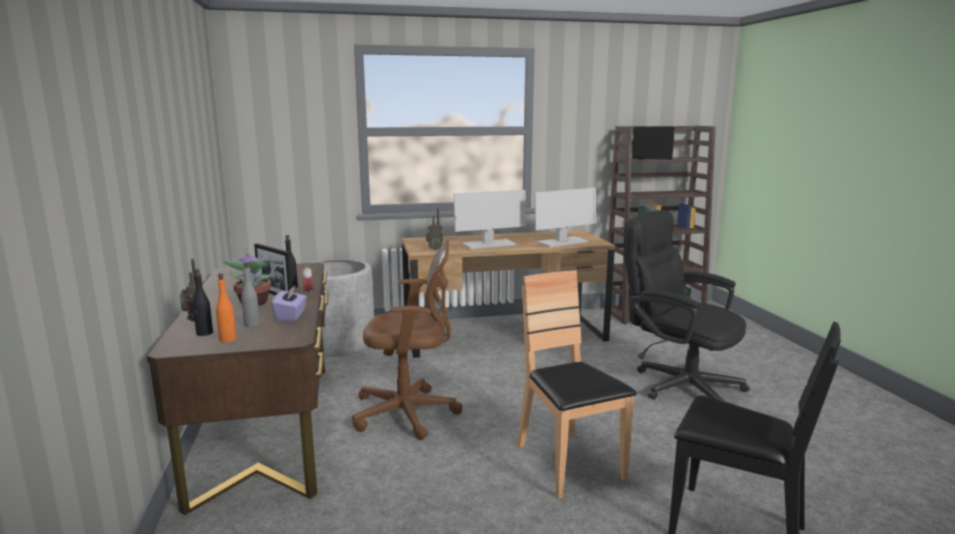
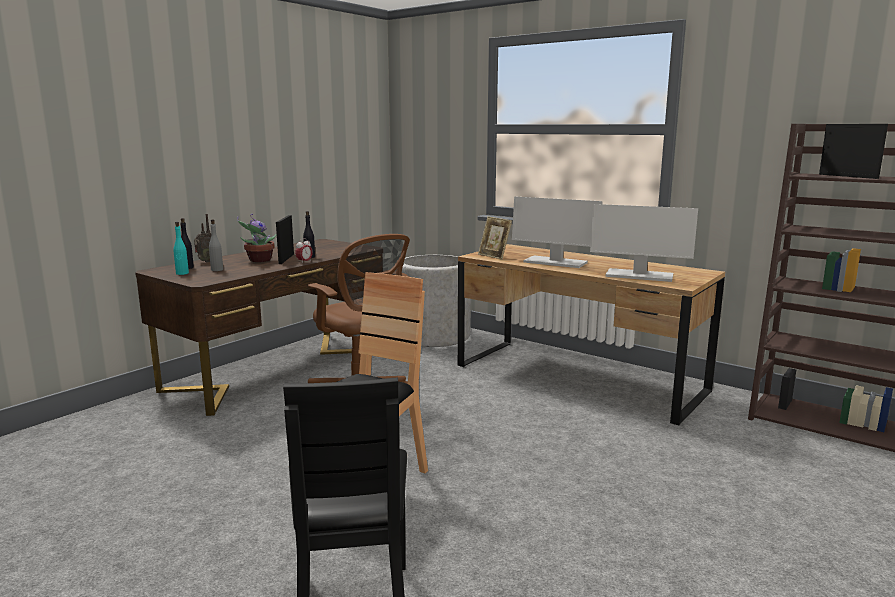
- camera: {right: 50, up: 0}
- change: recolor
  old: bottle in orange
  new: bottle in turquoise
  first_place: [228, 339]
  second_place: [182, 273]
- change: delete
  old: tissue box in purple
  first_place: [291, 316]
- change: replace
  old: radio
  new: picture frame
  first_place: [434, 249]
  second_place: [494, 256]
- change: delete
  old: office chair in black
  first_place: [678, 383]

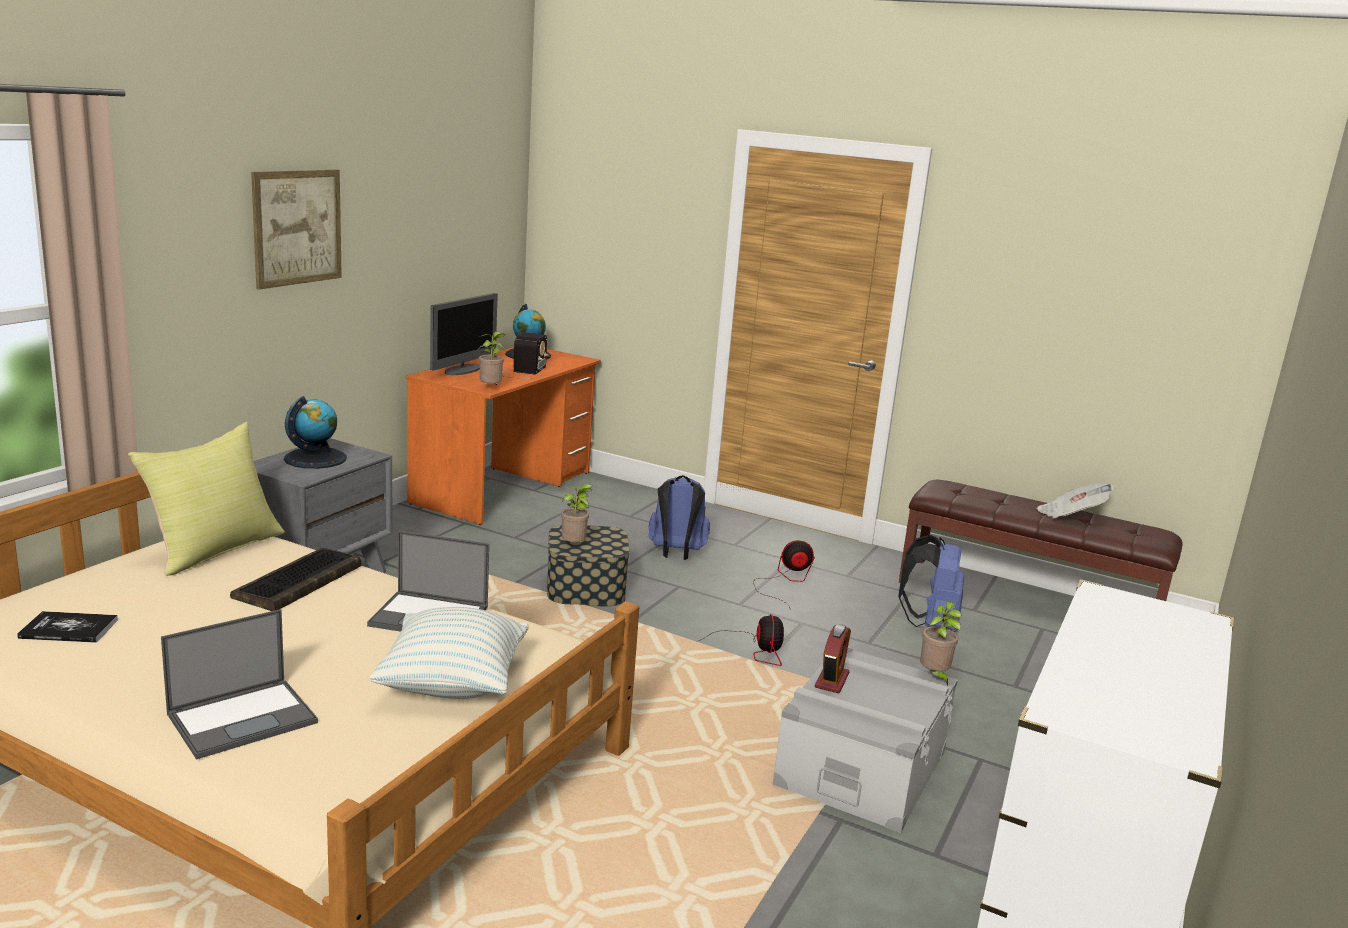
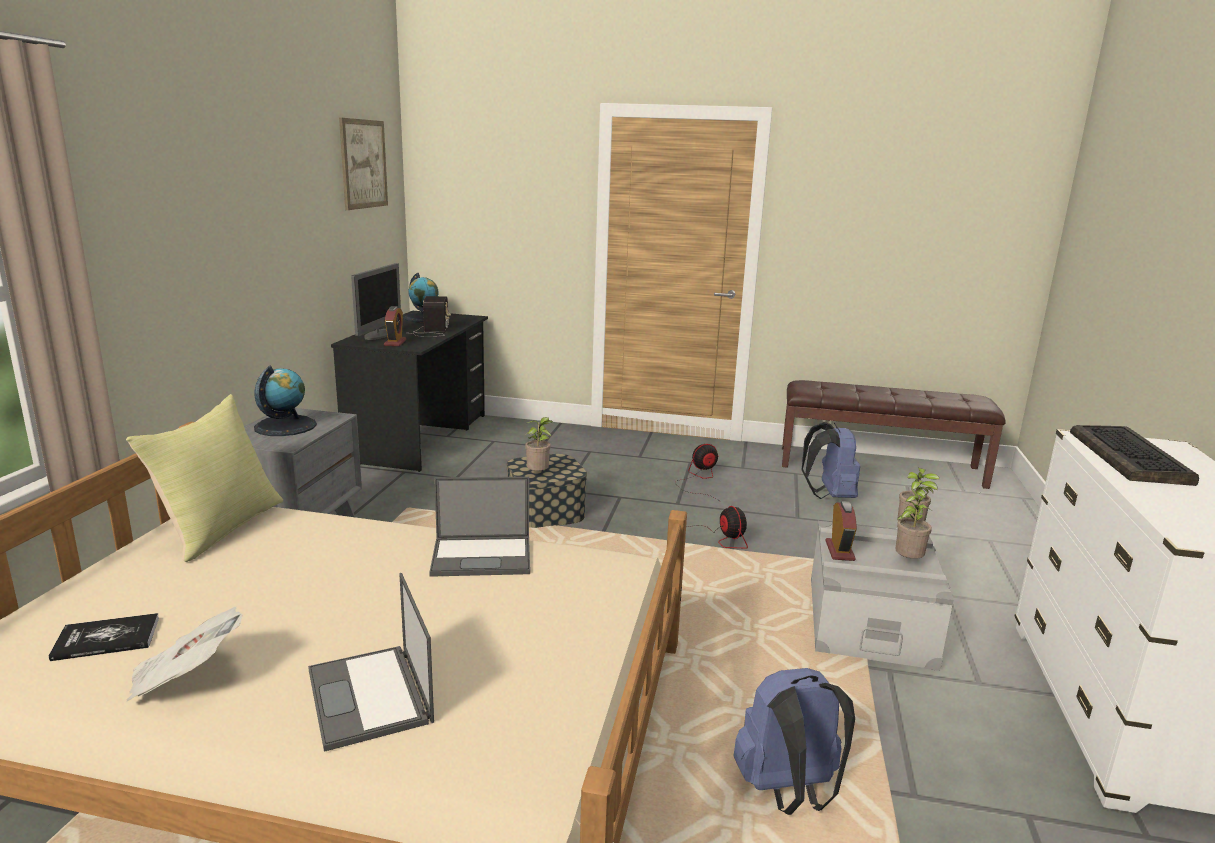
- camera: {right: -15, up: 0}
- change: rotate
  old: laptop
  first_place: [244, 717]
  second_place: [370, 697]
  degrees: 120
- change: move
  old: keyboard
  first_place: [298, 582]
  second_place: [1130, 458]
- change: move
  old: picture
  first_place: [297, 227]
  second_place: [363, 164]
- change: delete
  old: pillow
  first_place: [452, 684]
- change: recolor
  old: desk in orange
  new: desk in black
  first_place: [504, 487]
  second_place: [420, 437]
- change: move
  old: potted plant
  first_place: [491, 389]
  second_place: [907, 561]
- change: move
  old: backpack in blue
  first_place: [676, 553]
  second_place: [788, 793]
- change: move
  old: newspaper
  first_place: [1071, 516]
  second_place: [186, 678]
- change: insert
  new: alarm clock
  second_place: [395, 343]

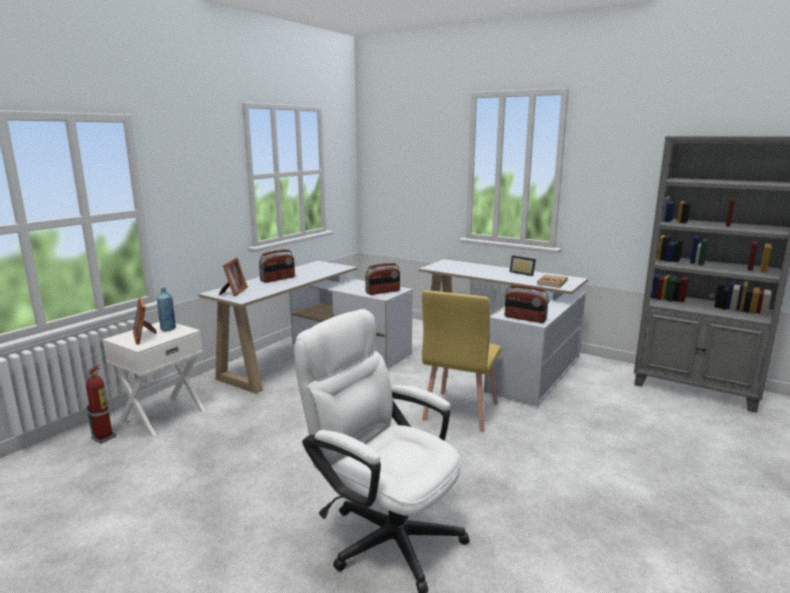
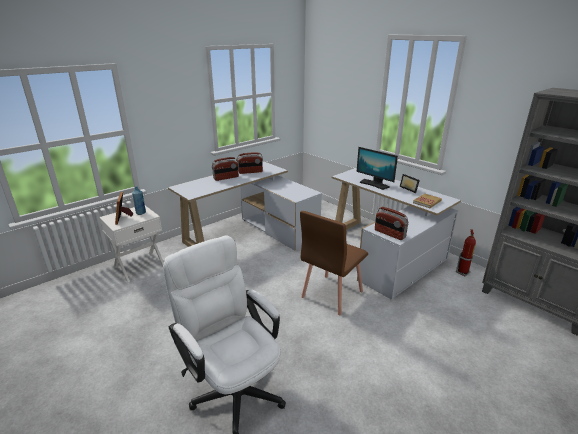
- camera: {right: 15, up: 10}
- change: move
  old: fire extinguisher
  first_place: [104, 437]
  second_place: [463, 272]
- change: delete
  old: picture frame
  first_place: [233, 292]
- change: move
  old: radio
  first_place: [383, 292]
  second_place: [250, 172]
- change: recolor
  old: chair in yellow
  new: chair in brown
  first_place: [460, 411]
  second_place: [331, 294]
- change: insert
  new: monitor
  second_place: [374, 184]

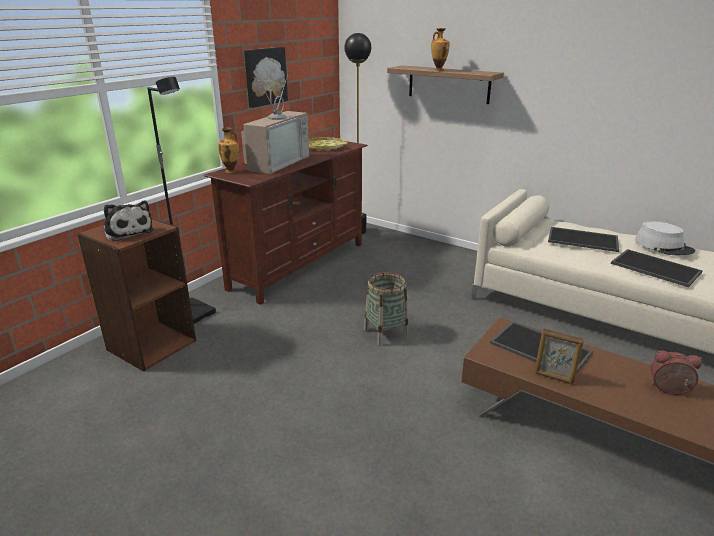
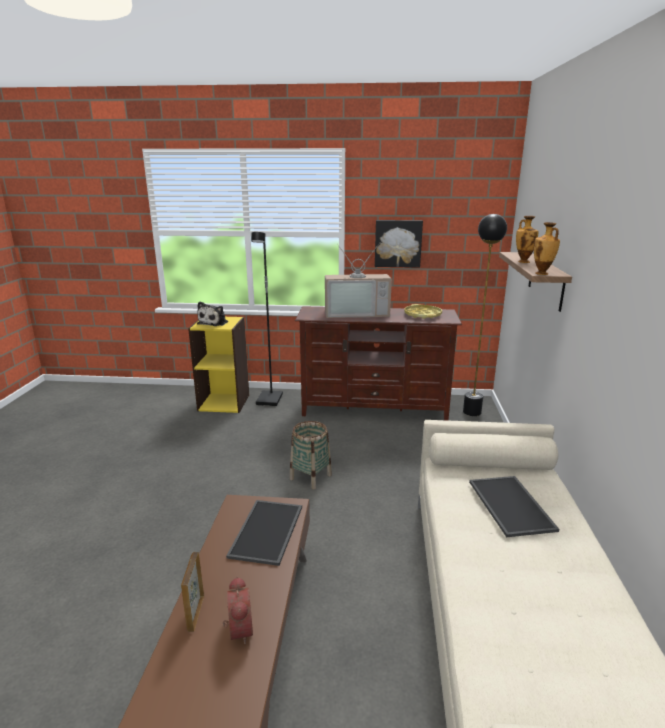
- camera: {right: 60, up: -5}
- change: recolor
  old: bookcase in brown
  new: bookcase in yellow
  first_place: [151, 345]
  second_place: [224, 402]
- change: move
  old: vase
  first_place: [231, 171]
  second_place: [542, 274]
- change: move
  old: picture frame
  first_place: [553, 378]
  second_place: [195, 613]
- change: delete
  old: tray
  first_place: [654, 268]
- change: delete
  old: hat in grey
  first_place: [663, 246]

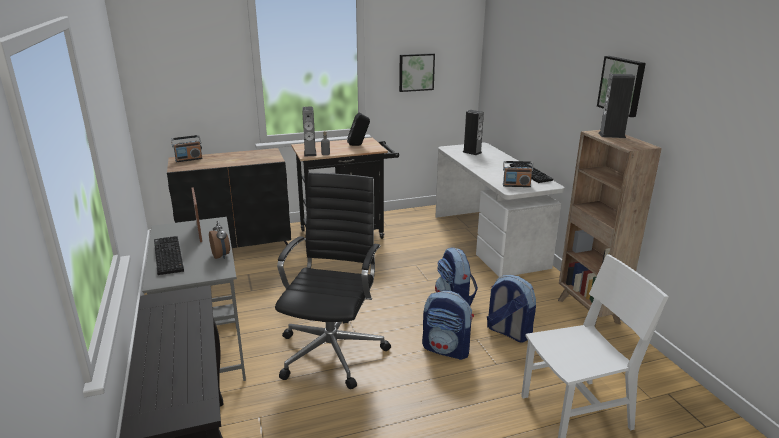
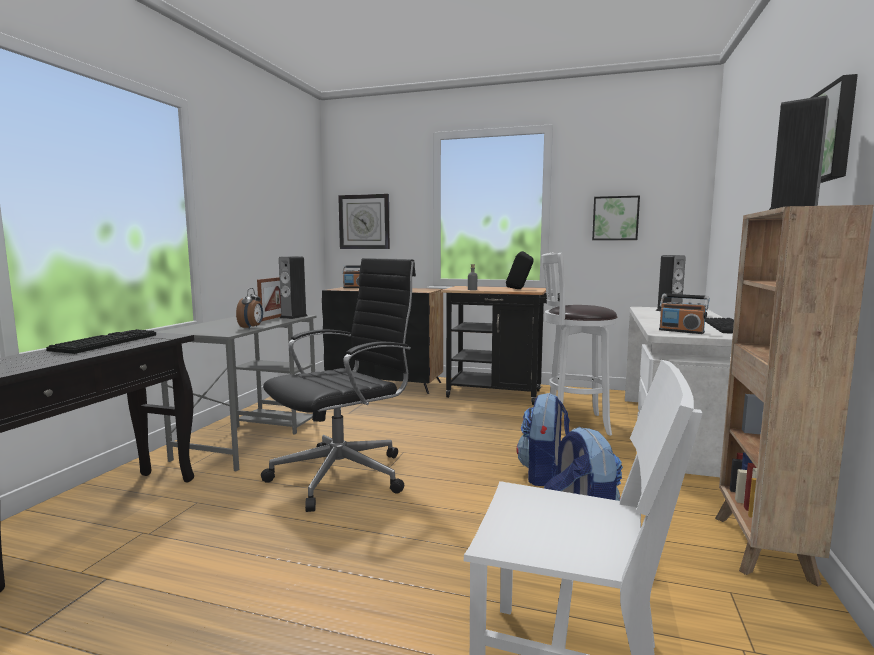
- camera: {right: 35, up: -15}
- change: move
  old: keyboard
  first_place: [167, 256]
  second_place: [105, 342]
- change: move
  old: speaker
  first_place: [310, 153]
  second_place: [294, 317]
- change: delete
  old: backpack
  first_place: [446, 349]
- change: insert
  new: wall clock
  second_place: [364, 222]
- change: insert
  new: stool in white
  second_place: [572, 423]

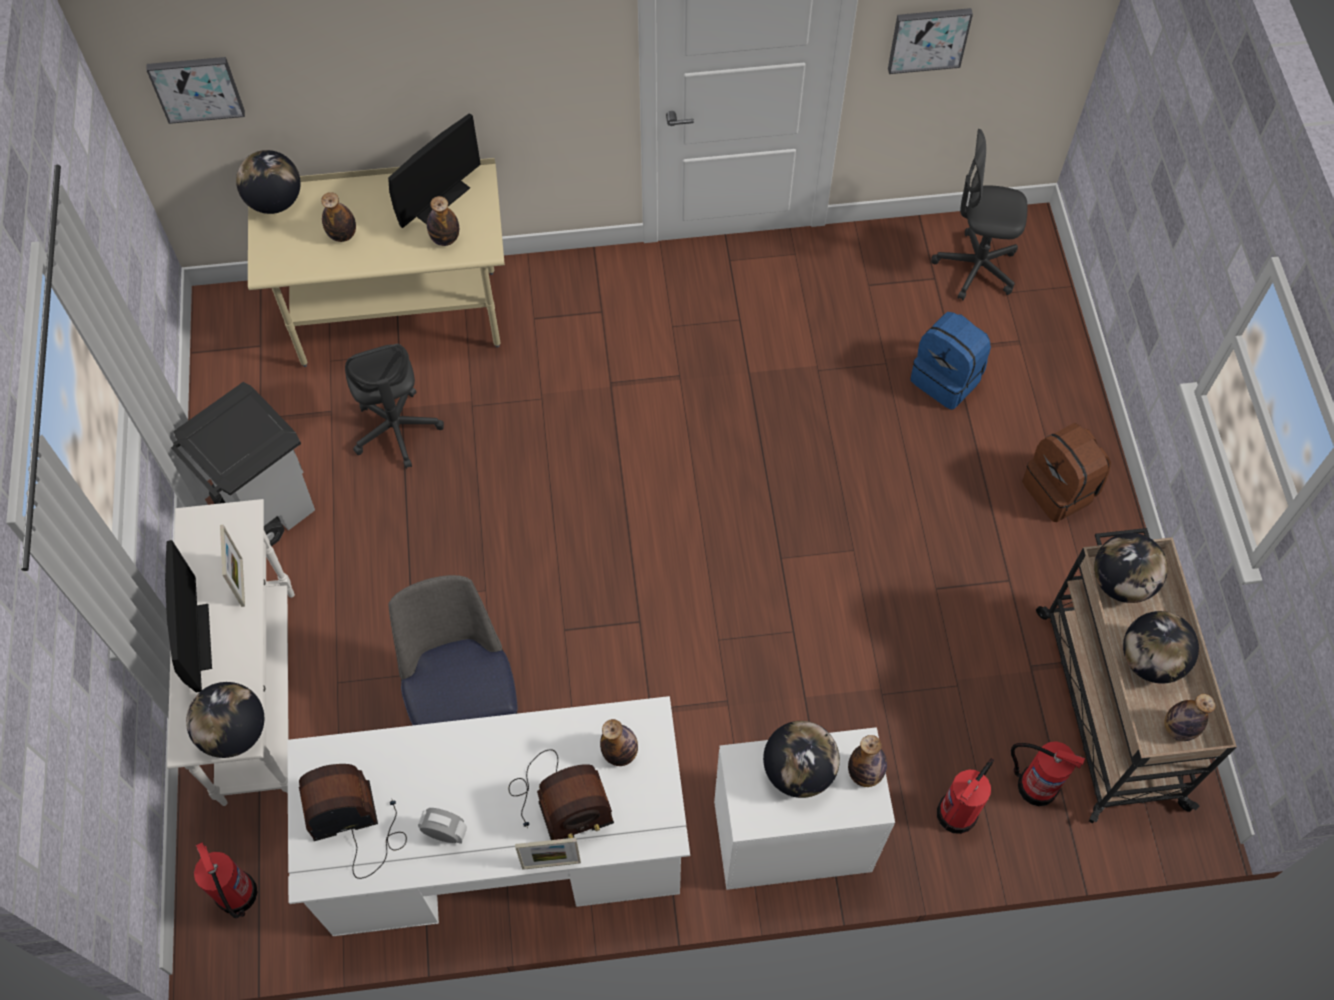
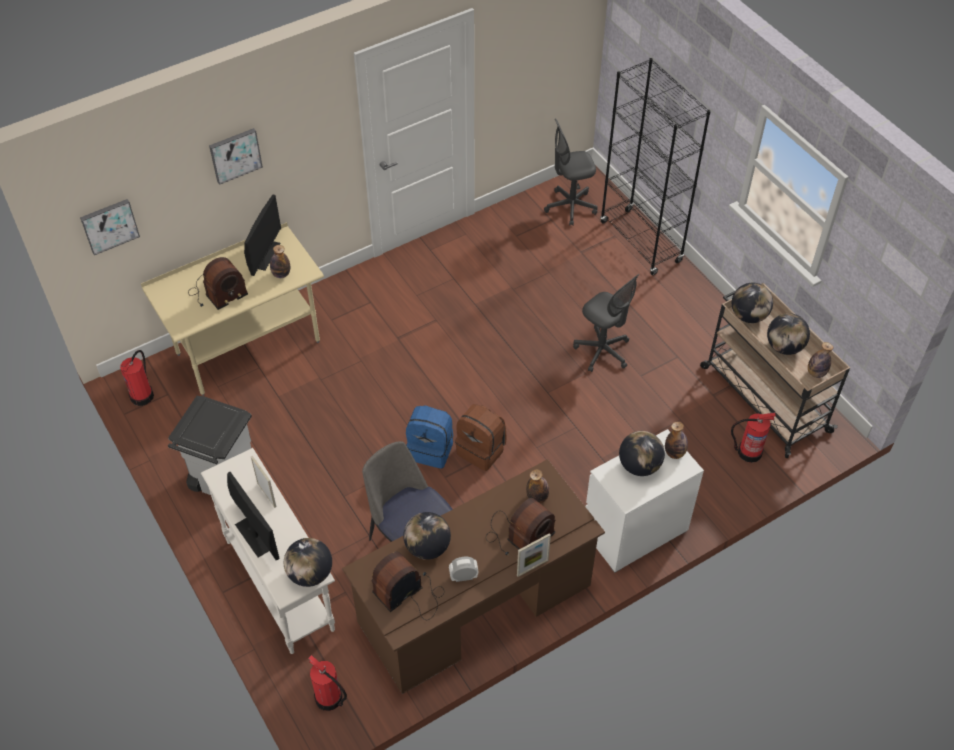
- camera: {right: -25, up: -10}
- change: move
  old: globe
  first_place: [275, 201]
  second_place: [427, 547]
- change: recolor
  old: desk in white
  new: desk in brown
  first_place: [503, 847]
  second_place: [475, 605]
- change: replace
  old: bottle
  new: radio
  first_place: [342, 234]
  second_place: [217, 293]
- change: move
  old: office chair in grey
  first_place: [397, 430]
  second_place: [602, 351]
- change: move
  old: picture
  first_place: [928, 38]
  second_place: [235, 155]
- change: move
  old: backpack in blue
  first_place: [947, 379]
  second_place: [431, 449]
- change: move
  old: fire extinguisher
  first_place: [958, 812]
  second_place: [142, 395]
- change: move
  old: backpack in brown
  first_place: [1060, 490]
  second_place: [482, 450]
- change: insert
  new: bookcase in black
  second_place: [641, 242]

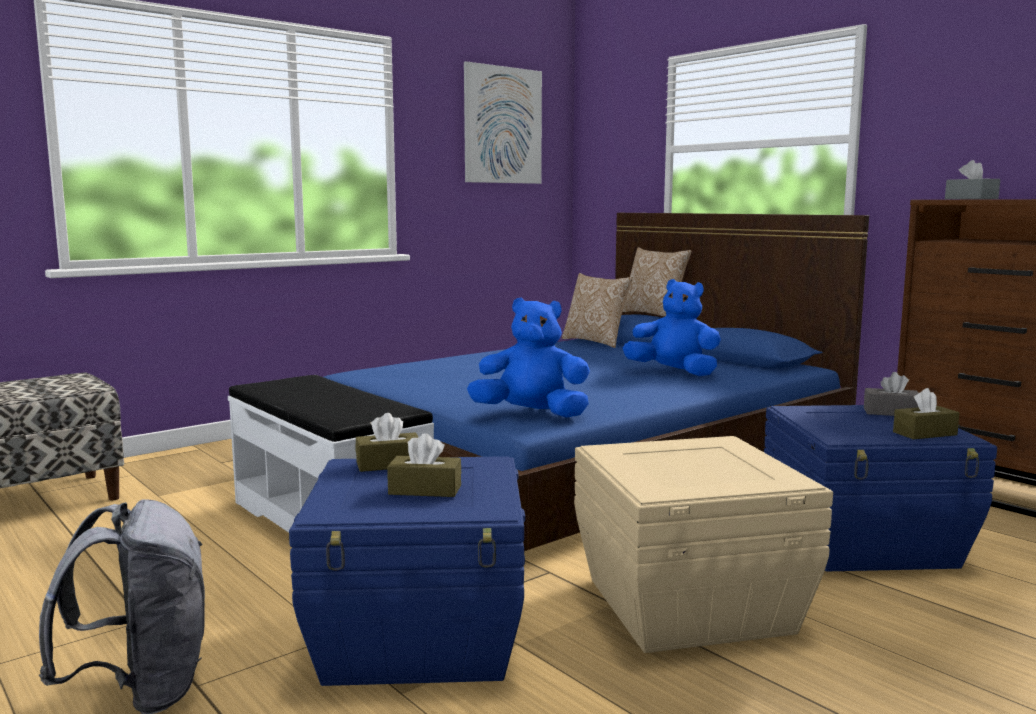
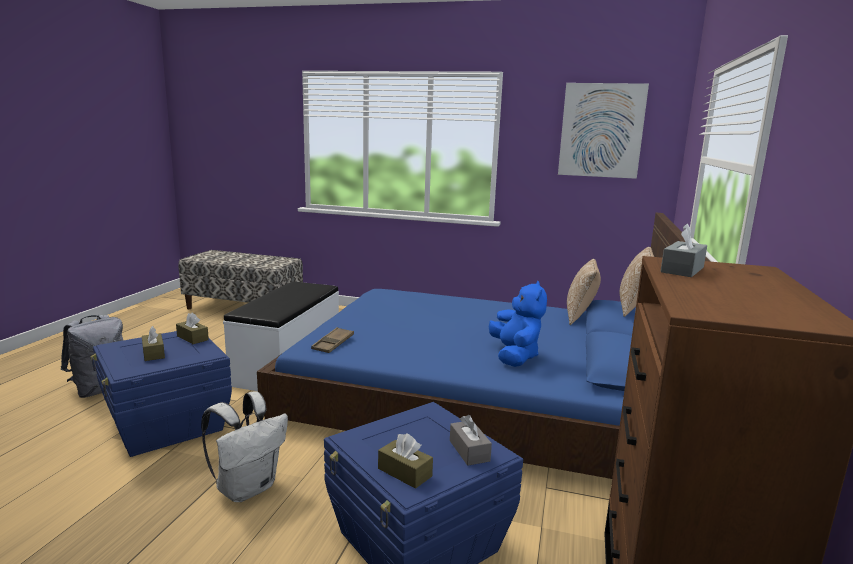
- camera: {right: 55, up: 5}
- change: replace
  old: plush toy in blue
  new: tray in brown
  first_place: [532, 414]
  second_place: [333, 343]
- change: replace
  old: storage box in beige
  new: backpack in white
  first_place: [689, 604]
  second_place: [247, 488]

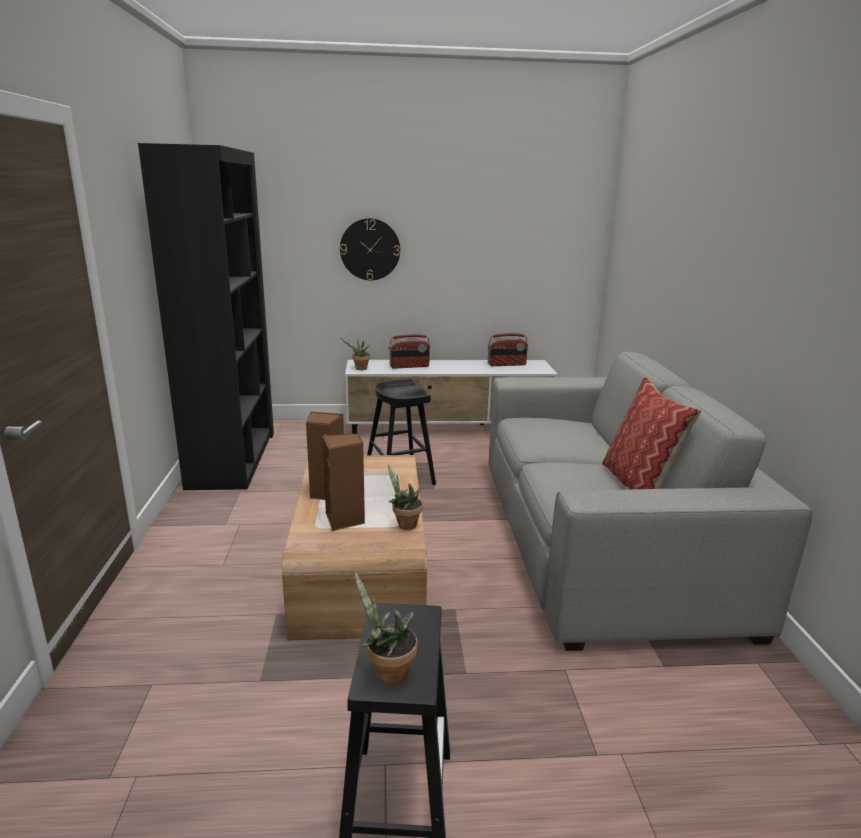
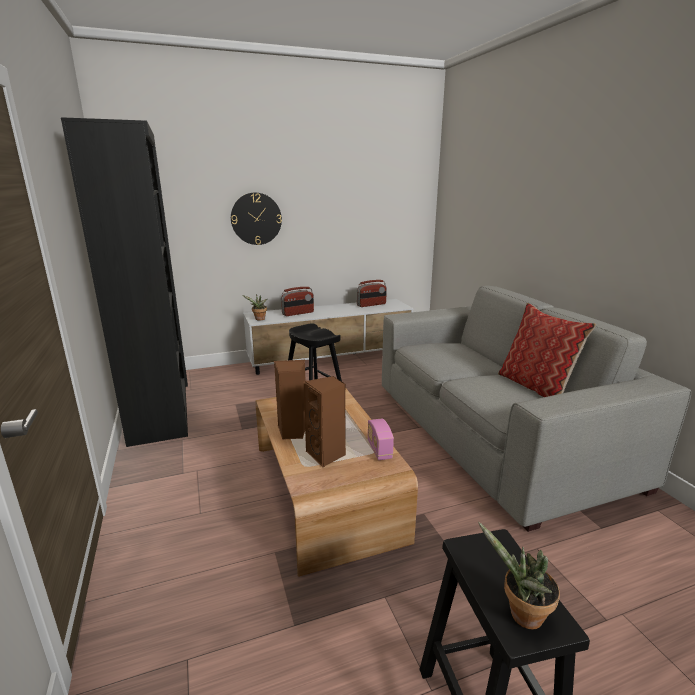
- camera: {right: -15, up: 0}
- change: replace
  old: potted plant
  new: radio
  first_place: [404, 524]
  second_place: [379, 450]

